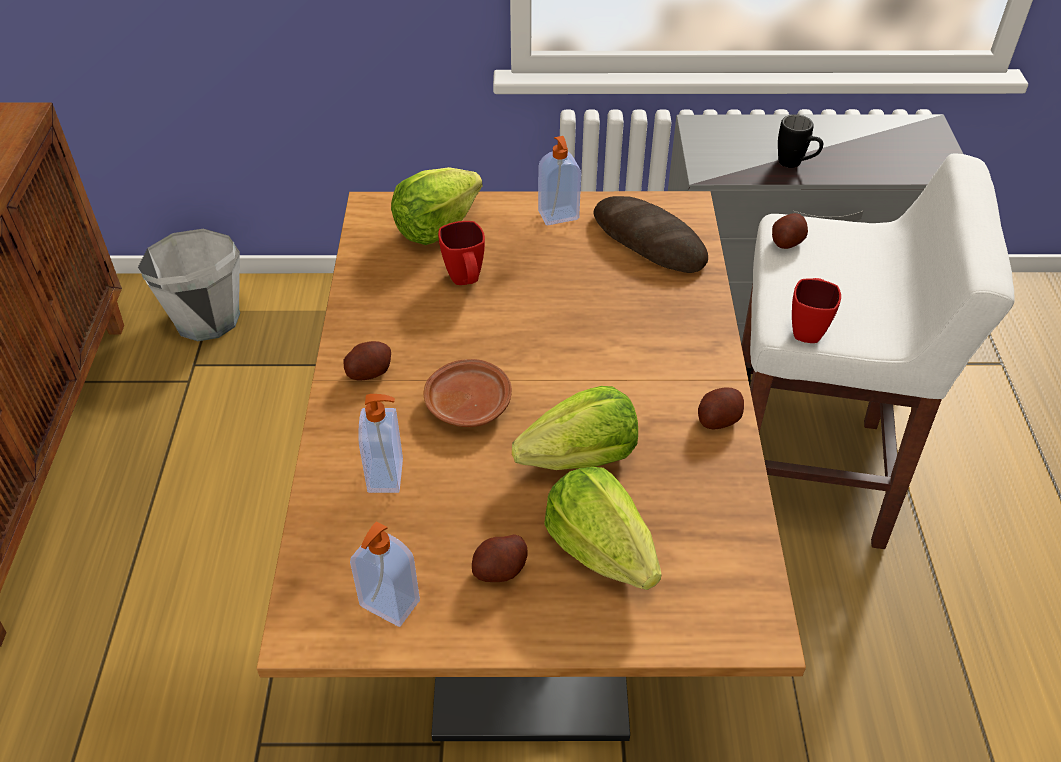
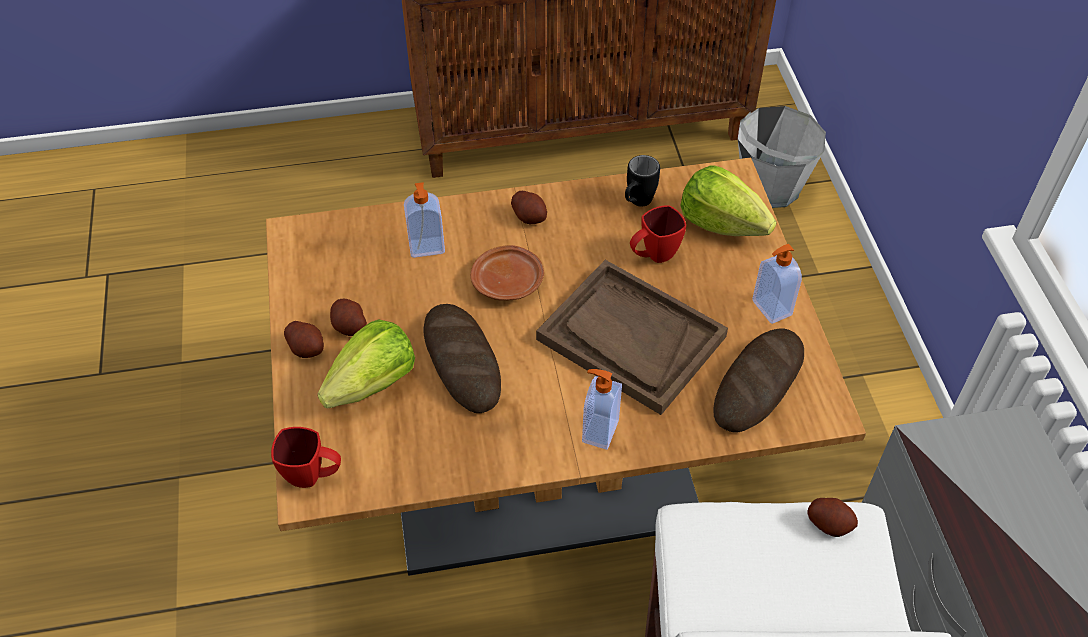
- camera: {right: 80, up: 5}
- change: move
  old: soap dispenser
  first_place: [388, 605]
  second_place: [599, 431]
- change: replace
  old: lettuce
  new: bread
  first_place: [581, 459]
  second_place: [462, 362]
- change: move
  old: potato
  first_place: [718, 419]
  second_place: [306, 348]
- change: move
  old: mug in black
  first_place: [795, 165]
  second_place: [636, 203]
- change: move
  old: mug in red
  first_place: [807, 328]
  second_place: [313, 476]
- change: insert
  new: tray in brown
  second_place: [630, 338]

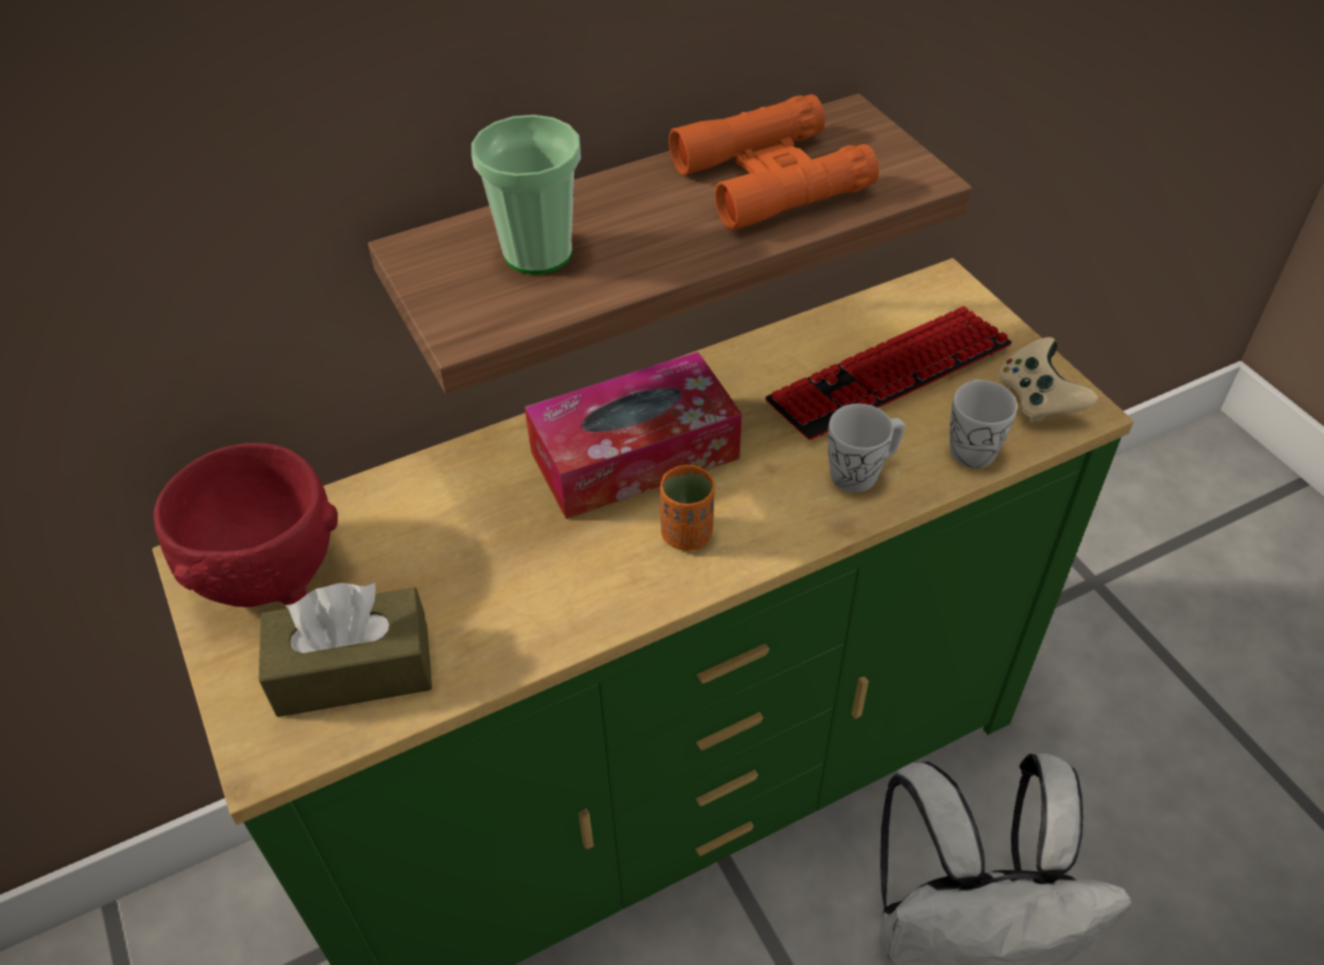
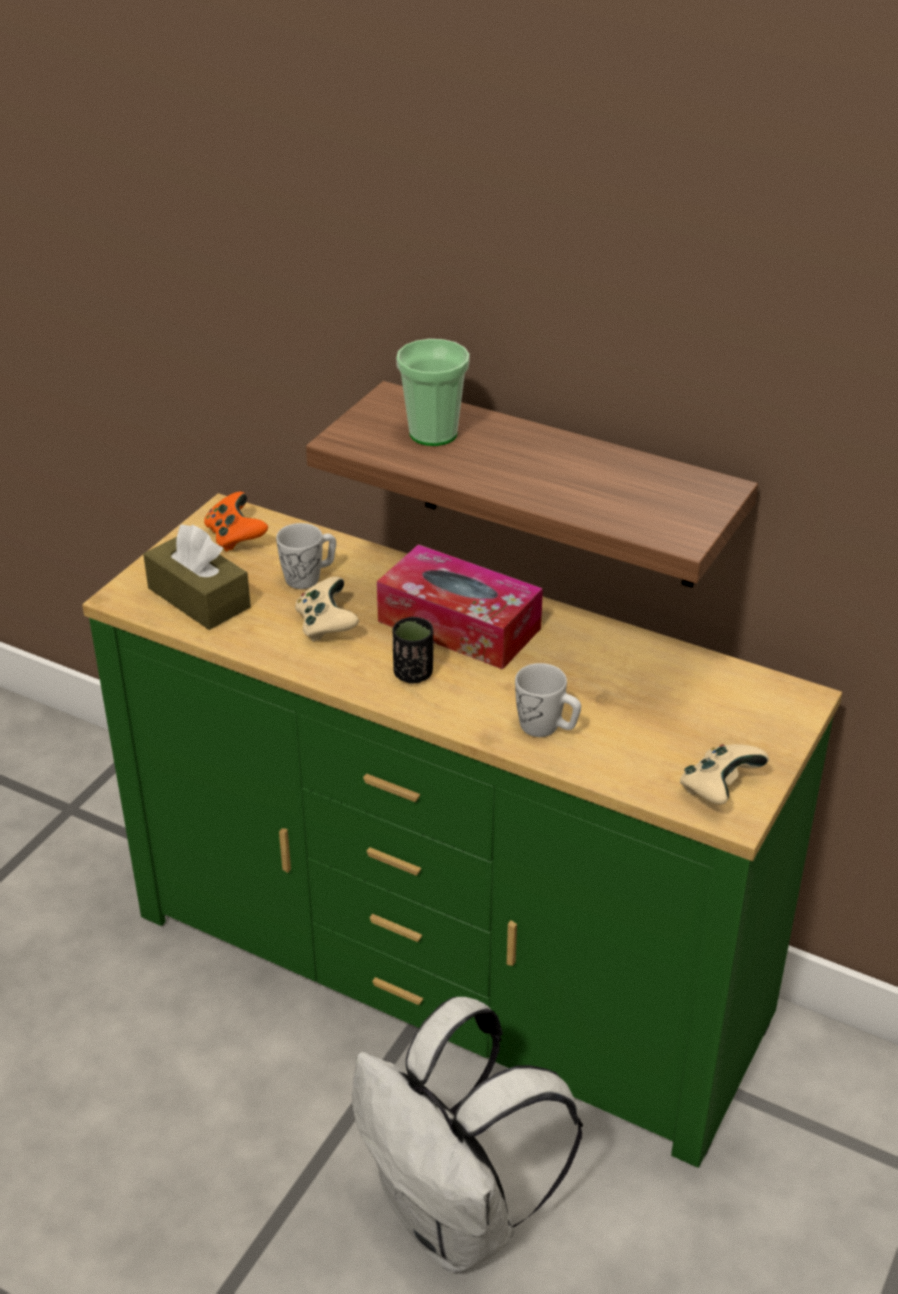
- camera: {right: 55, up: -10}
- change: replace
  old: bowl in red
  new: game controller in orange
  first_place: [267, 573]
  second_place: [235, 537]
- change: recolor
  old: cup in orange
  new: cup in black
  first_place: [687, 534]
  second_place: [413, 674]
- change: delete
  old: binoculars in orange
  first_place: [771, 178]
- change: delete
  old: keyboard
  first_place: [889, 375]
- change: move
  old: mug in white
  first_place: [971, 445]
  second_place: [309, 577]
- change: insert
  new: game controller in beige
  second_place: [326, 625]

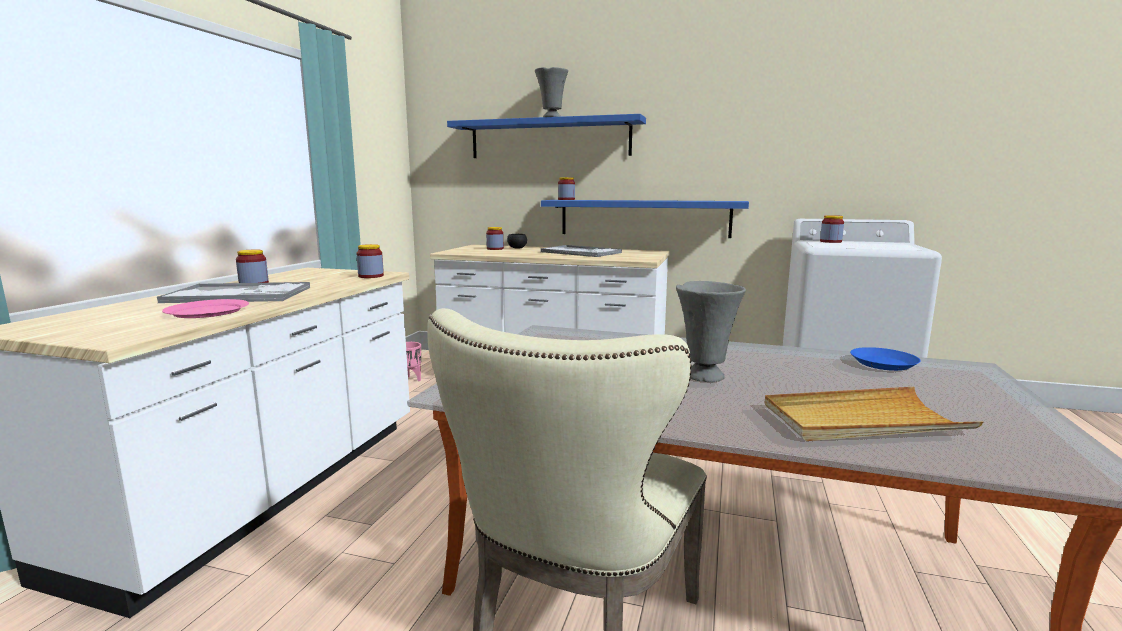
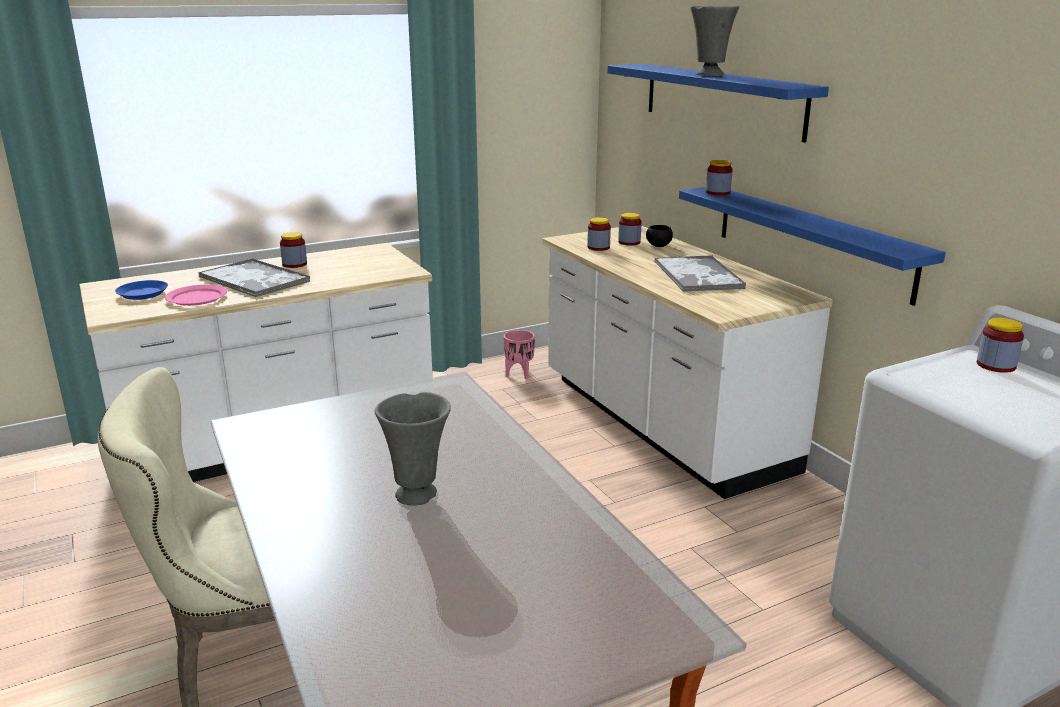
- camera: {right: 45, up: 10}
- change: move
  old: jar
  first_place: [371, 276]
  second_place: [598, 247]
- change: delete
  old: tray in beige
  first_place: [862, 420]
- change: move
  old: plate in blue
  first_place: [883, 363]
  second_place: [143, 294]

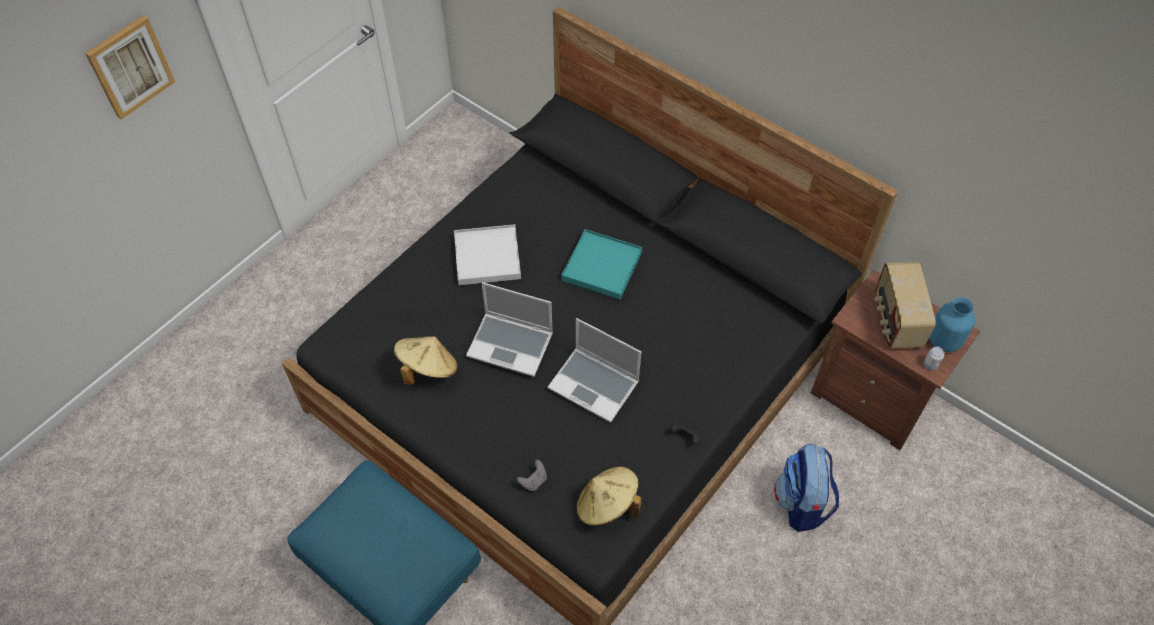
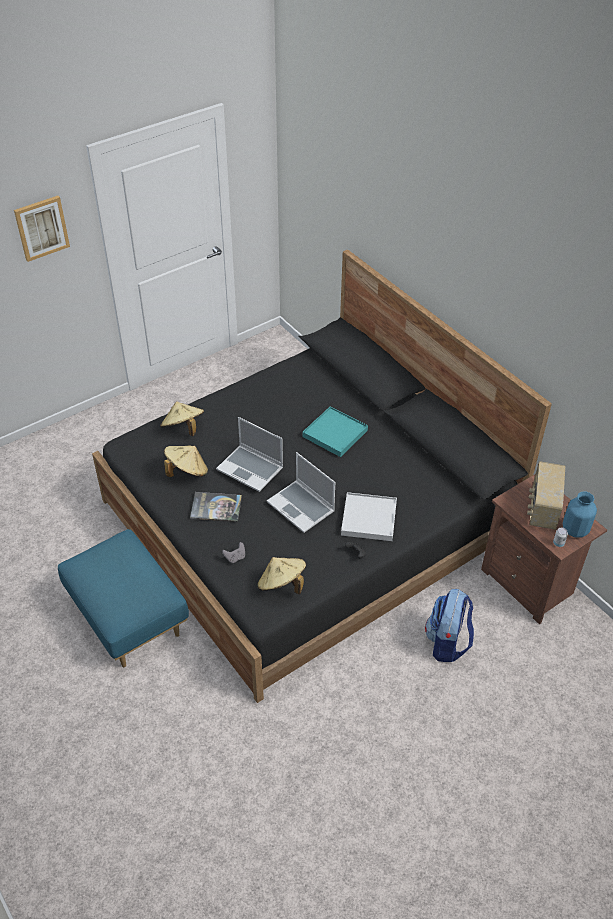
- camera: {right: 15, up: -10}
- change: move
  old: tray in white
  first_place: [487, 257]
  second_place: [368, 518]
- change: insert
  new: hat in beige
  second_place: [183, 429]
- change: insert
  new: book
  second_place: [216, 507]

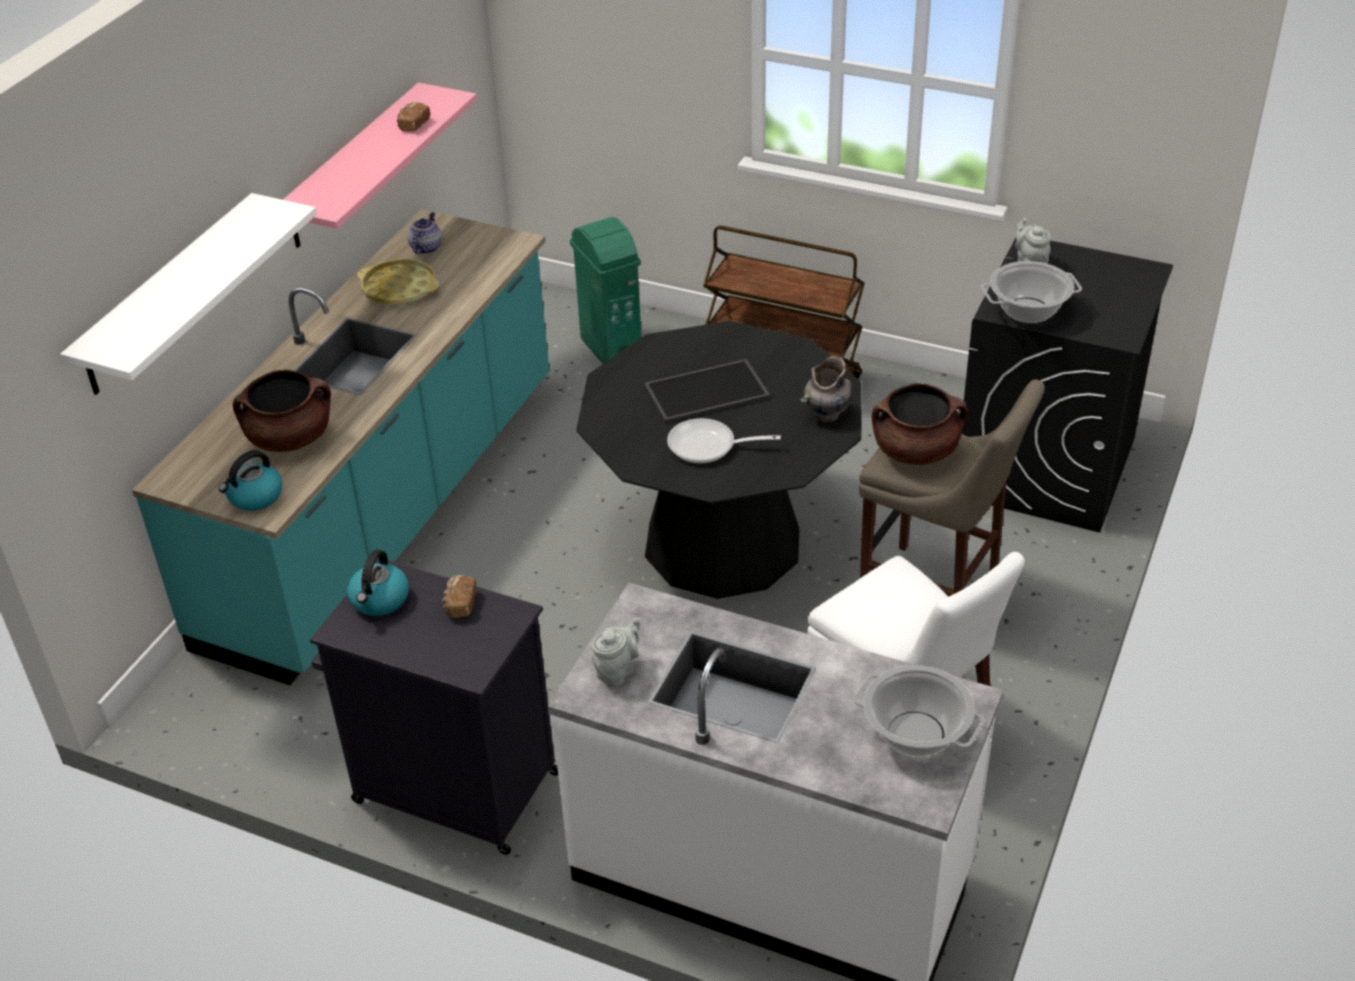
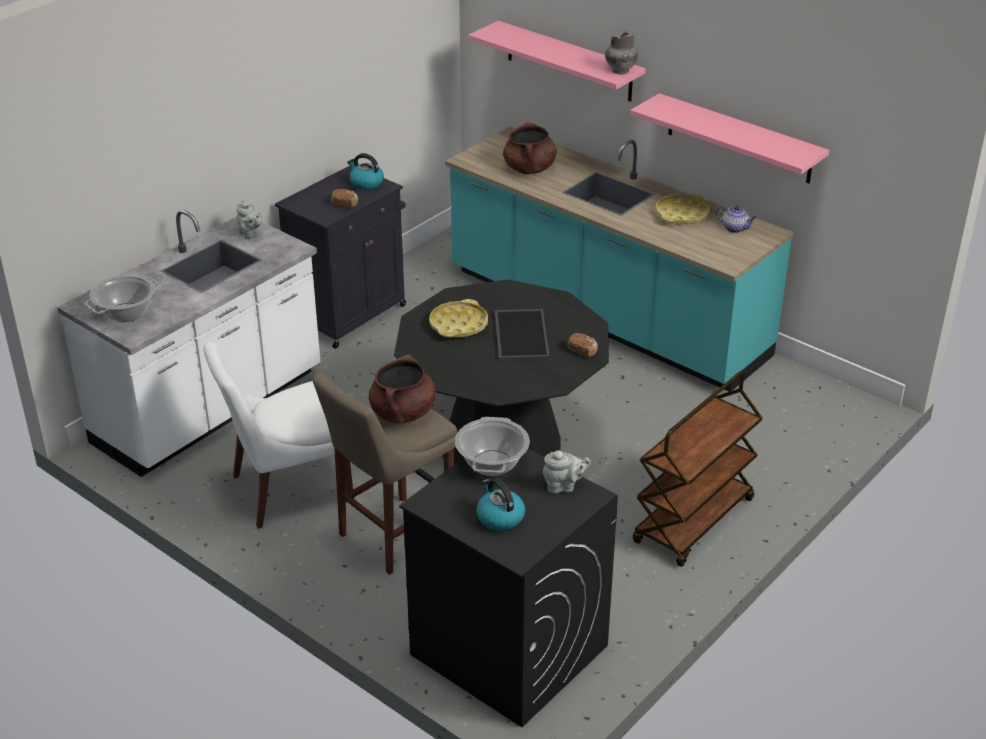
- camera: {right: 105, up: -5}
- change: recolor
  old: shelf in white
  new: shelf in pink
  first_place: [169, 295]
  second_place: [569, 61]
- change: move
  old: kettle
  first_place: [255, 497]
  second_place: [499, 517]
- change: move
  old: bread
  first_place: [413, 125]
  second_place: [582, 351]
- change: delete
  old: trash can in green
  first_place: [611, 348]
- change: replace
  old: frying pan
  new: tray in yellow
  first_place: [708, 446]
  second_place: [458, 324]
- change: move
  old: vase in grey
  first_place: [826, 415]
  second_place: [620, 71]

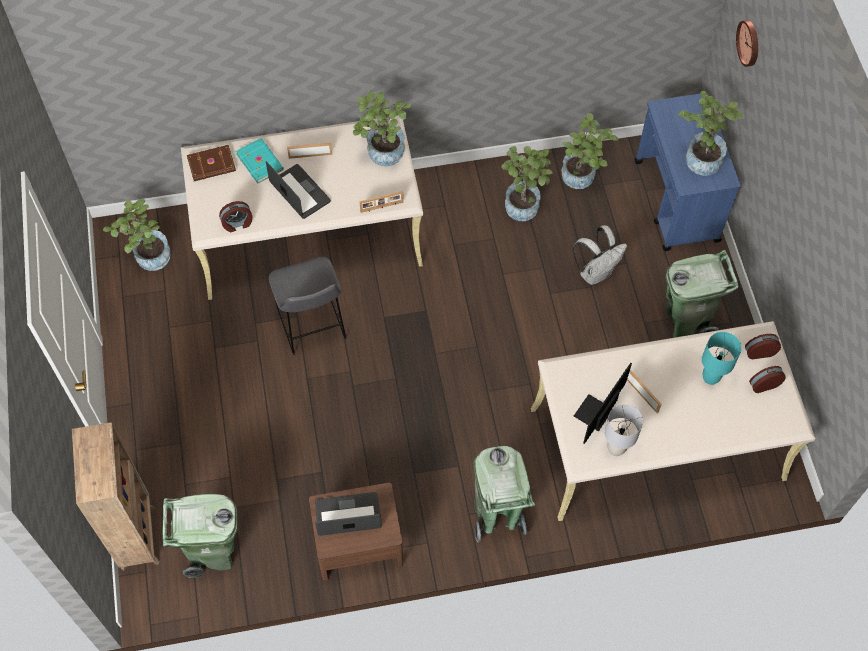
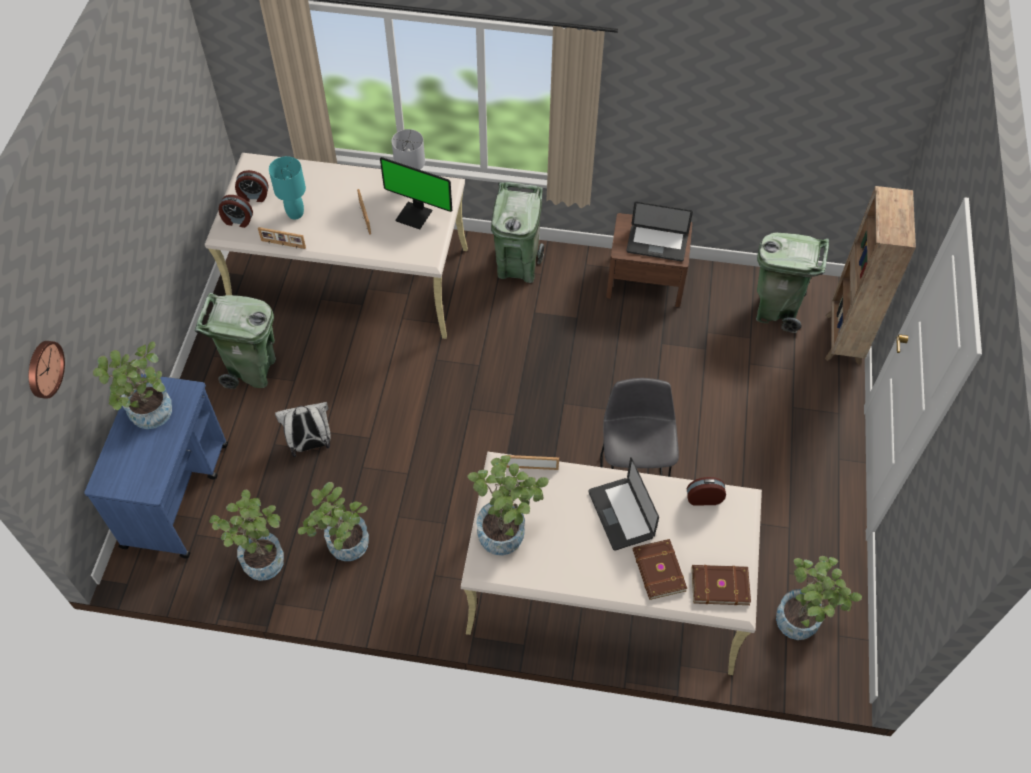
- camera: {right: -160, up: -5}
- change: recolor
  old: book in turquoise
  new: book in brown
  first_place: [260, 161]
  second_place: [658, 571]
- change: move
  old: picture frame
  first_place: [310, 155]
  second_place: [283, 244]
- change: rotate
  old: monitor
  first_place: [594, 414]
  second_place: [415, 215]
  degrees: 60

